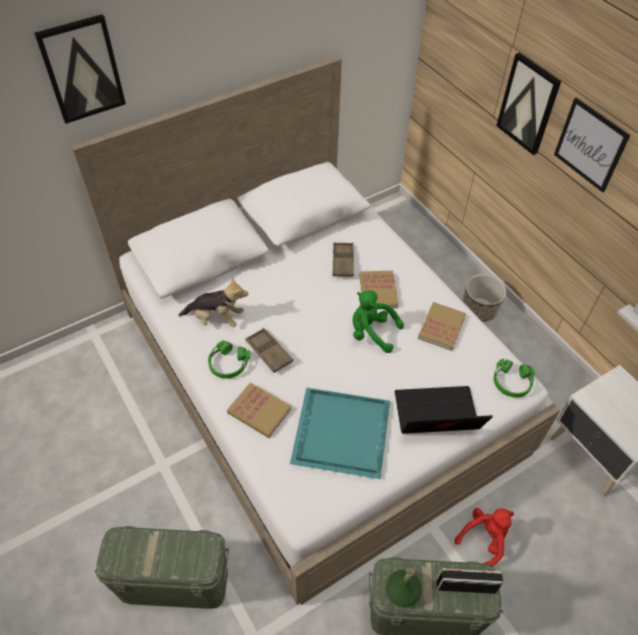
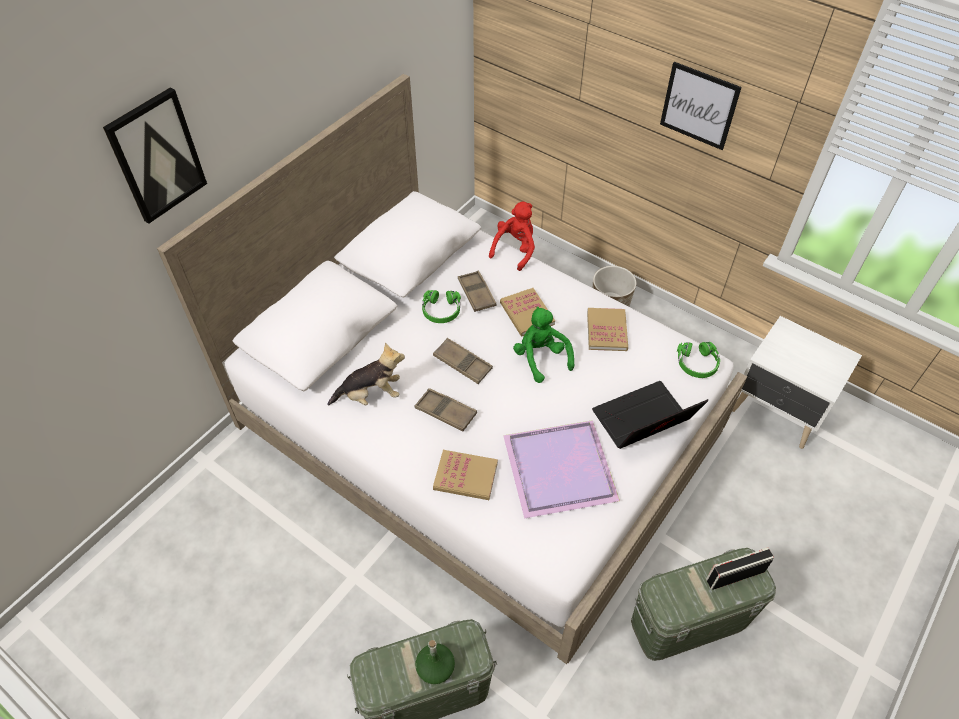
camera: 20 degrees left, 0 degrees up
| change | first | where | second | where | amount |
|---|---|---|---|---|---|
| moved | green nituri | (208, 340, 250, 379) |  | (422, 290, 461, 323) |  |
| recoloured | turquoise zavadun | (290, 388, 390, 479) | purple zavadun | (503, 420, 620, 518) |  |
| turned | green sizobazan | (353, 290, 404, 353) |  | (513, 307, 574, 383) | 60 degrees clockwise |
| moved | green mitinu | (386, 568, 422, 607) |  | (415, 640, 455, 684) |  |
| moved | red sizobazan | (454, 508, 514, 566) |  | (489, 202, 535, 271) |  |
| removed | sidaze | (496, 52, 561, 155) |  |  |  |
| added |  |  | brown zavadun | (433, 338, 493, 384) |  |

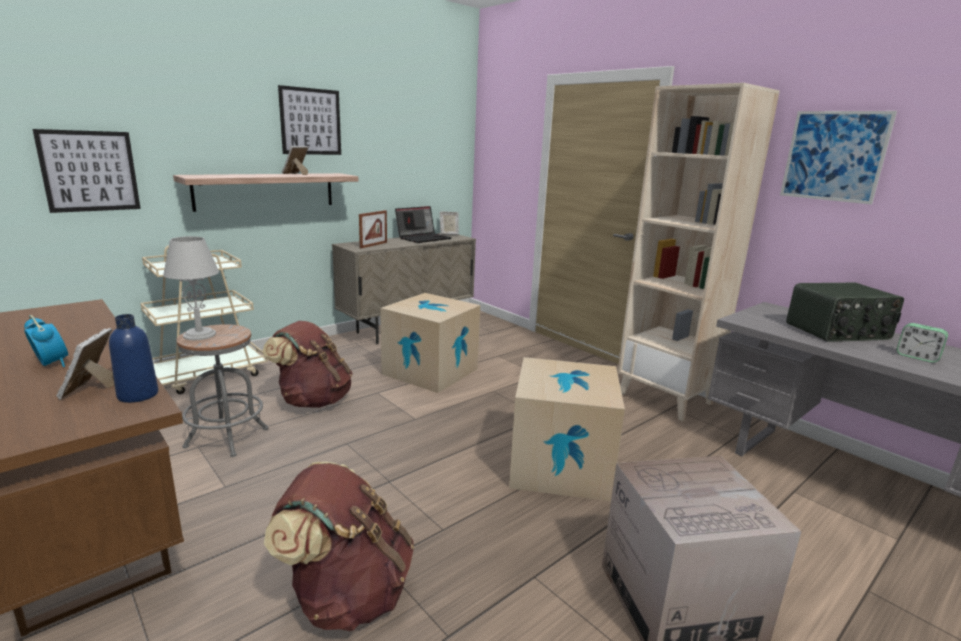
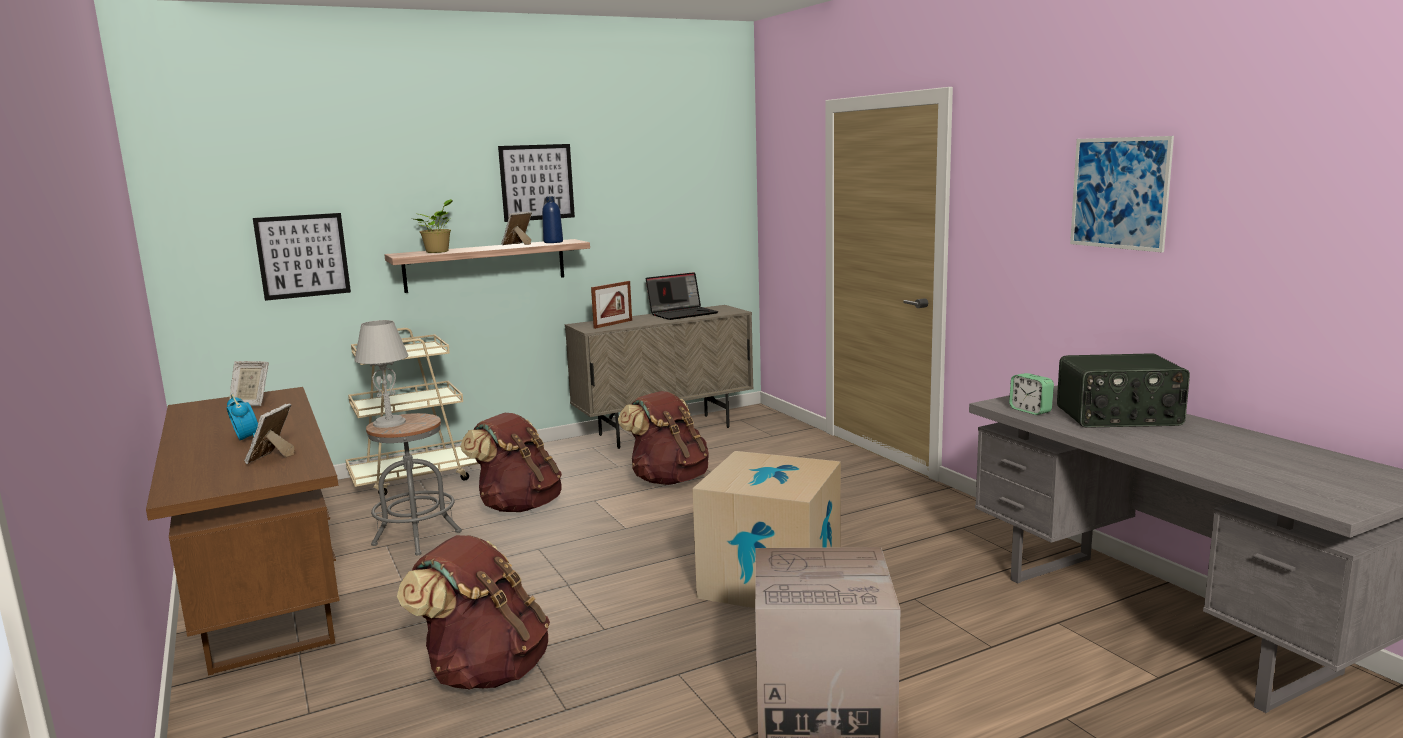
camera: 15 degrees right, 5 degrees down
| change | first | where | second | where | amount |
|---|---|---|---|---|---|
| moved | blue mitinu | (109, 314, 158, 403) |  | (542, 196, 563, 243) |  |
| replaced | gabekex | (380, 293, 480, 393) | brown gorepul | (618, 391, 709, 485) |  |
| moved | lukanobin | (440, 211, 459, 235) |  | (229, 361, 269, 406) |  |
| removed | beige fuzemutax | (618, 83, 780, 421) |  |  |  |
| moved | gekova | (897, 323, 948, 363) |  | (1009, 373, 1054, 415) |  |
| added |  |  | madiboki | (414, 199, 453, 253) |  |

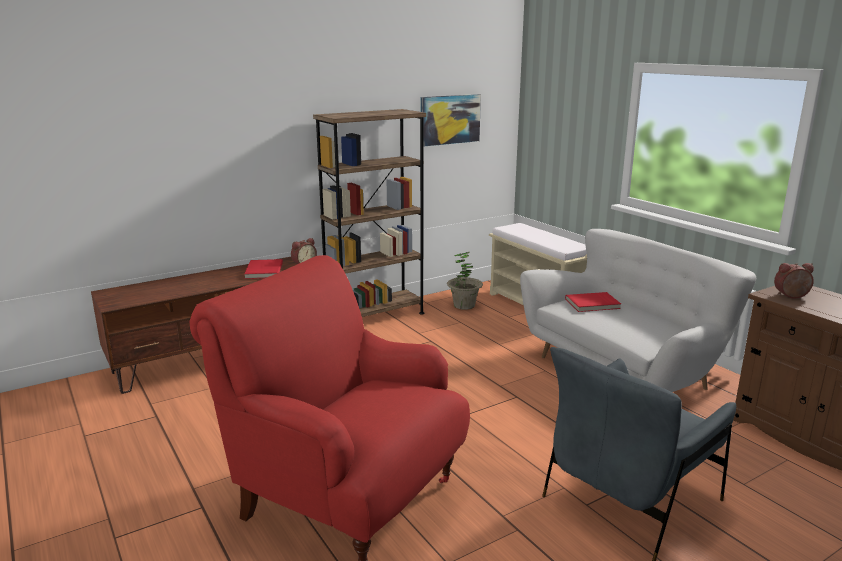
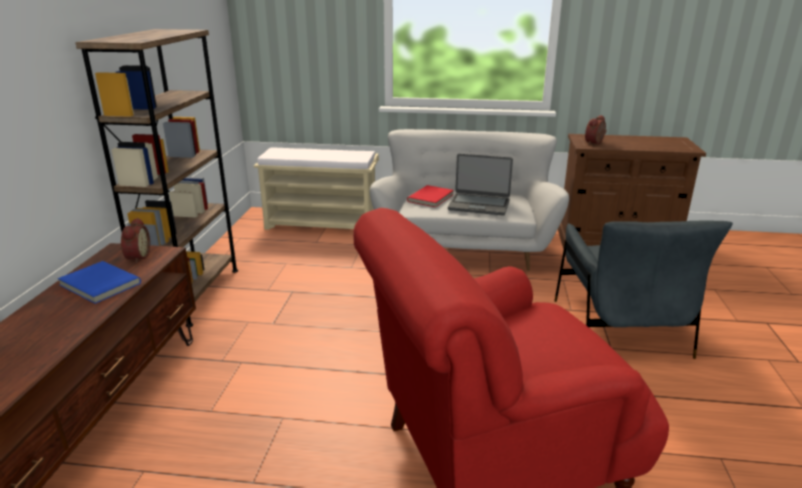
camera: 50 degrees left, 5 degrees up
| change | first | where | second | where | amount |
|---|---|---|---|---|---|
| recoloured | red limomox | (244, 259, 283, 279) | blue limomox | (58, 261, 141, 304) |  |
| removed | sidaze | (420, 94, 481, 146) |  |  |  |
| removed | madiboki | (447, 251, 483, 310) |  |  |  |
| added |  |  | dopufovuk | (448, 154, 513, 216) |  |

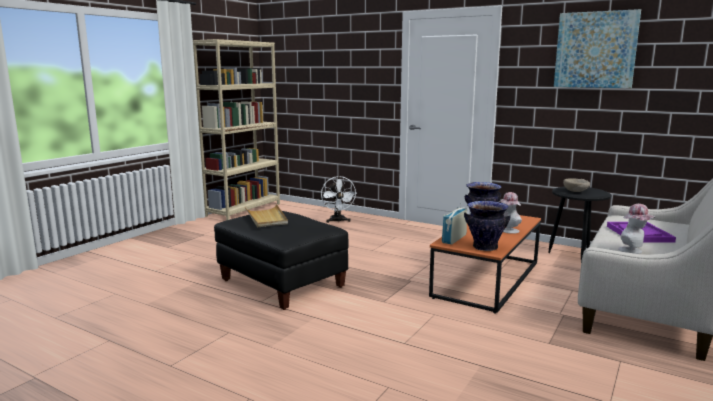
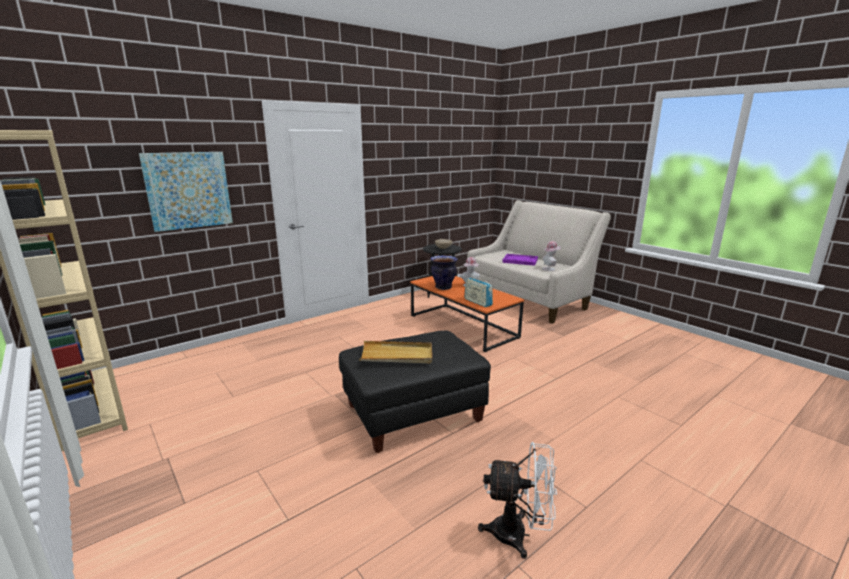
camera: 70 degrees left, 5 degrees up
| change | first | where | second | where | amount |
|---|---|---|---|---|---|
| moved | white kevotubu | (321, 176, 357, 223) |  | (478, 442, 557, 559) |  |
| removed | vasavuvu | (464, 201, 511, 251) |  |  |  |
| moved | sidaze | (554, 9, 641, 88) |  | (139, 152, 233, 232) |  |

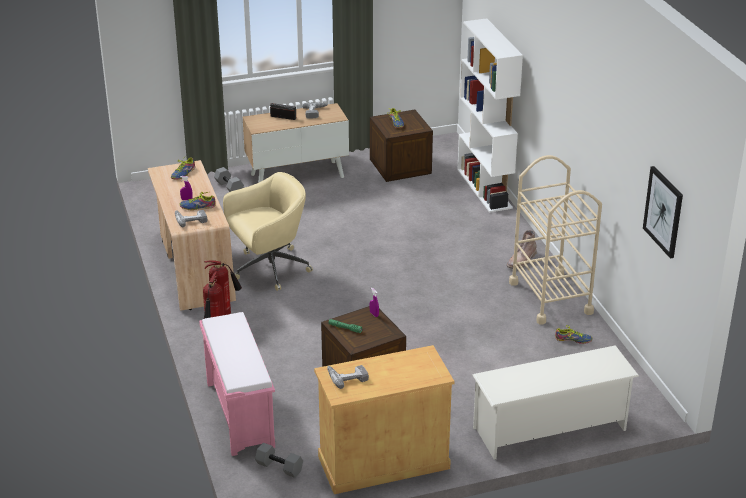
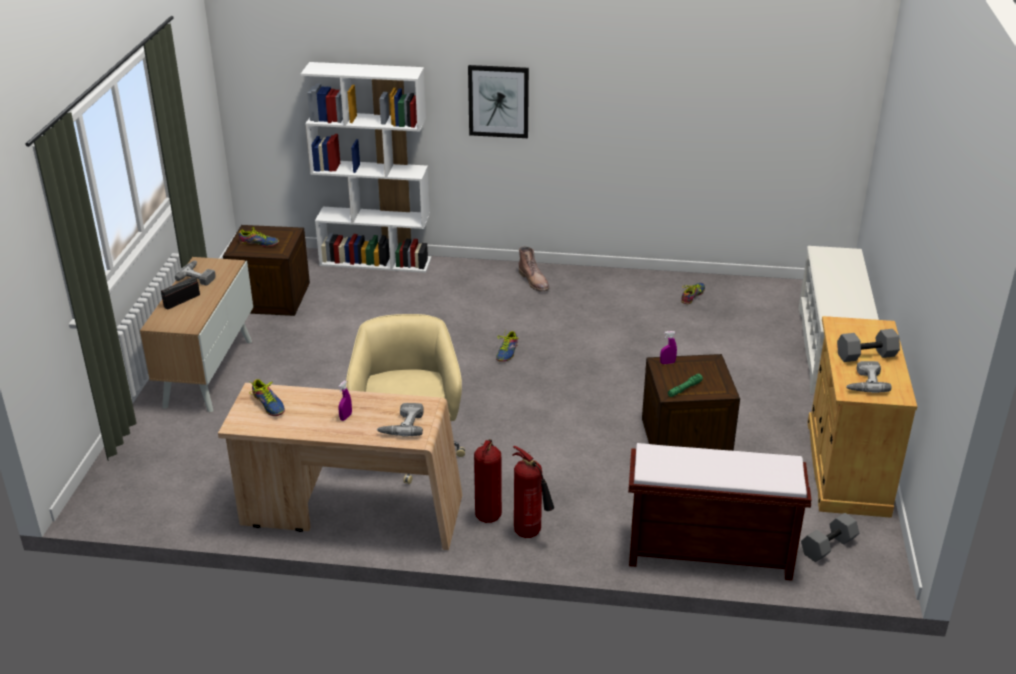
camera: 65 degrees left, 0 degrees up
| change | first | where | second | where | amount |
|---|---|---|---|---|---|
| moved | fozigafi | (179, 192, 215, 210) |  | (496, 329, 518, 362) |  |
| recoloured | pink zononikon | (199, 312, 275, 456) | brown zononikon | (628, 443, 811, 581) |  |
| moved | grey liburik | (214, 167, 244, 192) |  | (837, 329, 900, 362) |  |
| removed | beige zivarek | (509, 155, 602, 324) |  |  |  |
| moved | sidaze | (643, 166, 683, 259) |  | (468, 65, 529, 138) |  |

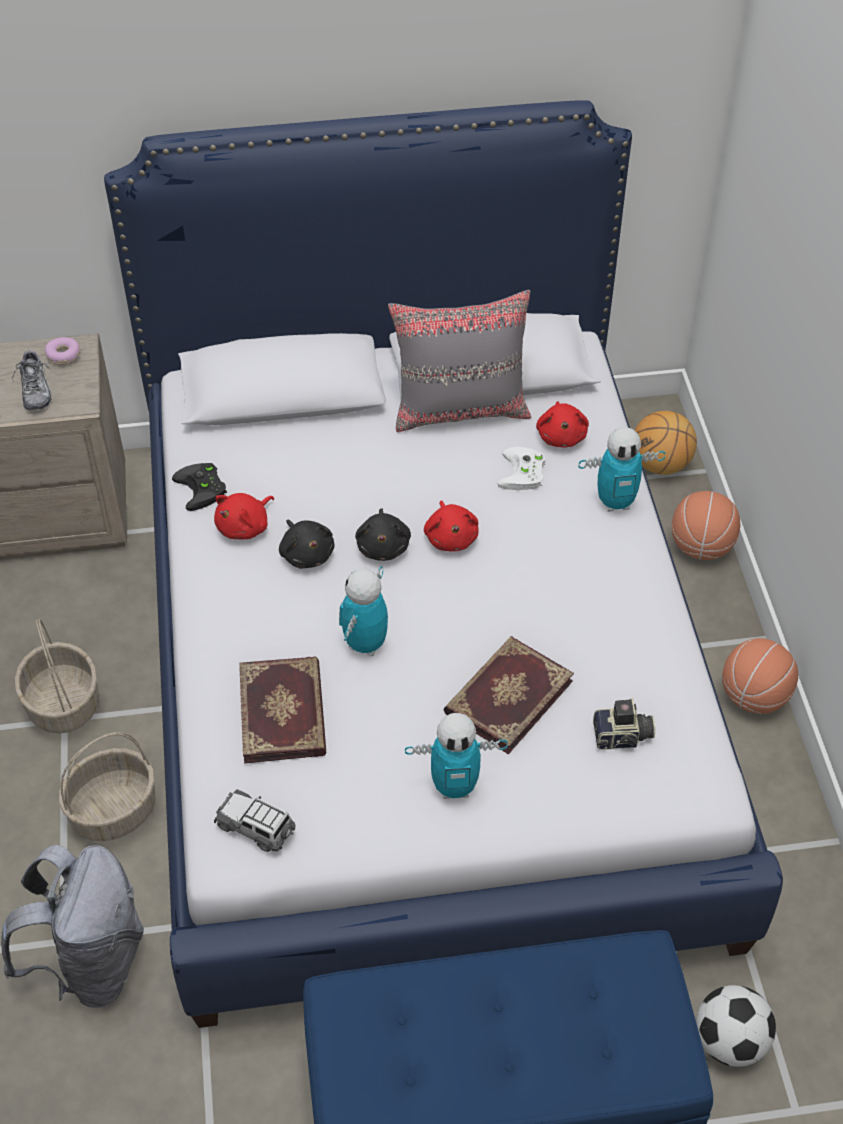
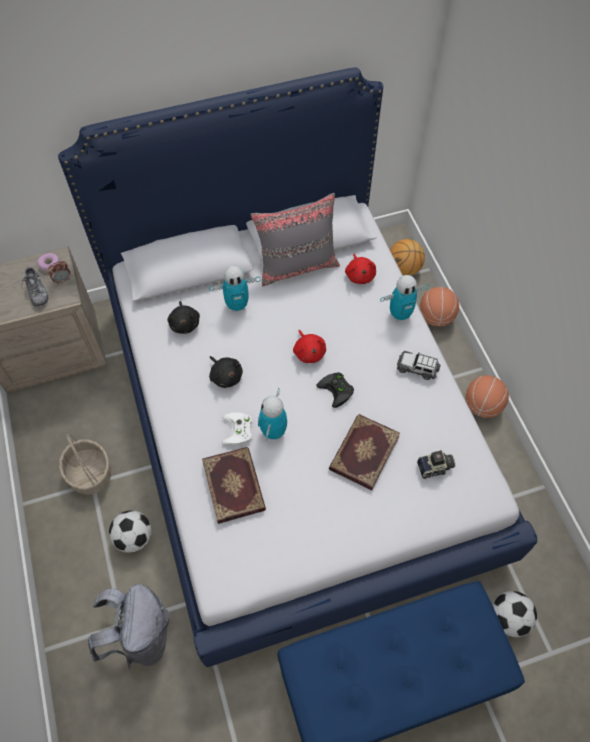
camera: 10 degrees left, 10 degrees up
| change | first | where | second | where | amount |
|---|---|---|---|---|---|
| replaced | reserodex | (59, 732, 156, 841) | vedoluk | (109, 510, 152, 553) |  |
| moved | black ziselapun | (172, 463, 227, 511) |  | (316, 372, 354, 408) |  |
| removed | red sizobazan | (214, 493, 274, 539) |  |  |  |
| moved | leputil | (214, 789, 296, 852) |  | (397, 351, 441, 380) |  |
| moved | black sizobazan | (355, 508, 411, 561) |  | (168, 301, 200, 334) |  |
| moved | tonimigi | (405, 713, 508, 799) |  | (209, 266, 261, 312) |  |
| moved | white ziselapun | (497, 447, 546, 490) |  | (222, 412, 252, 446) |  |
| added |  |  | gekova | (48, 261, 70, 283) |  |

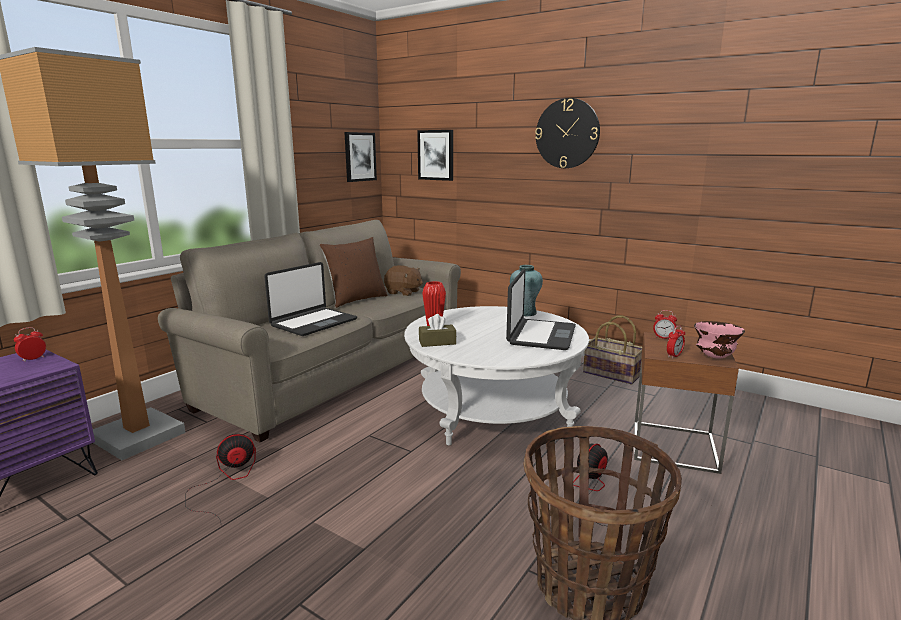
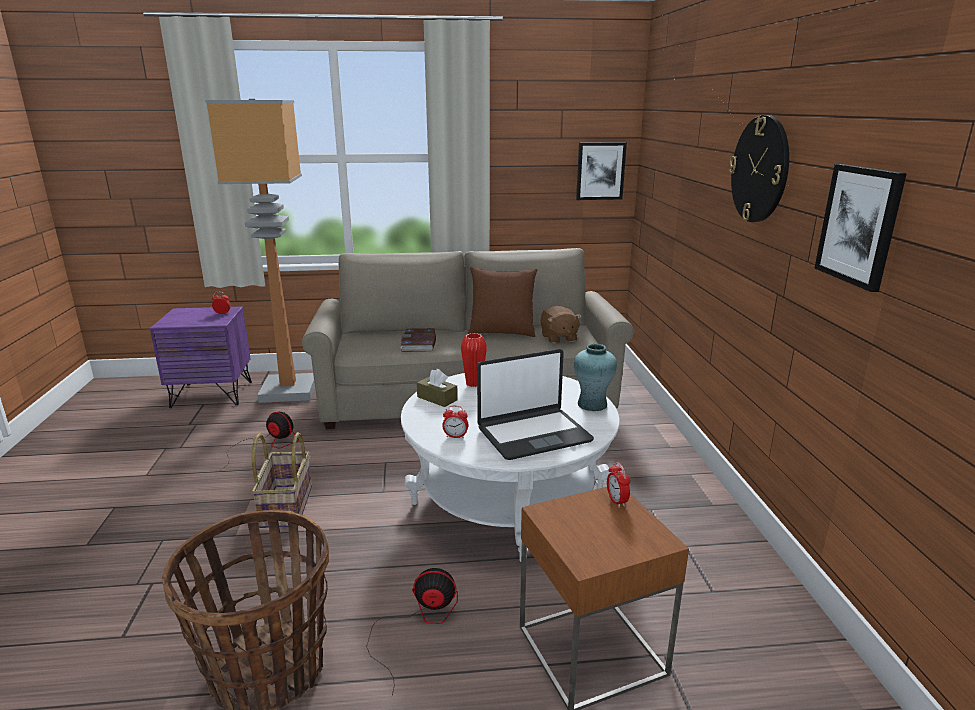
camera: 50 degrees right, 5 degrees up
| change | first | where | second | where | amount |
|---|---|---|---|---|---|
| replaced | dopufovuk | (264, 262, 357, 336) | limomox | (400, 328, 436, 352) |  |
| moved | sidaze | (417, 130, 453, 181) |  | (815, 164, 907, 292) |  |
| moved | reserodex | (583, 315, 642, 384) |  | (252, 432, 312, 528) |  |
| moved | gekova | (667, 325, 685, 359) |  | (442, 406, 468, 438) |  |
| removed | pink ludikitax | (694, 321, 745, 359) |  |  |  |

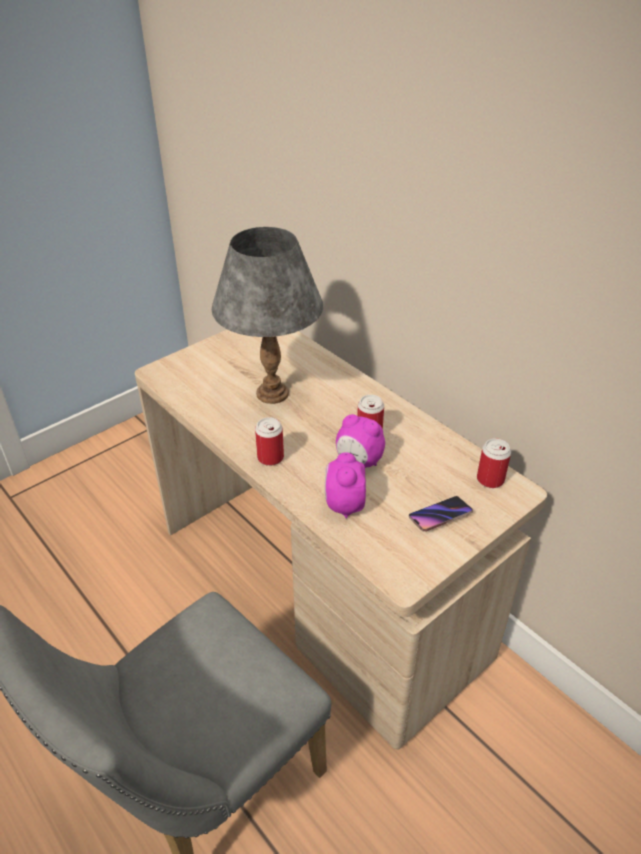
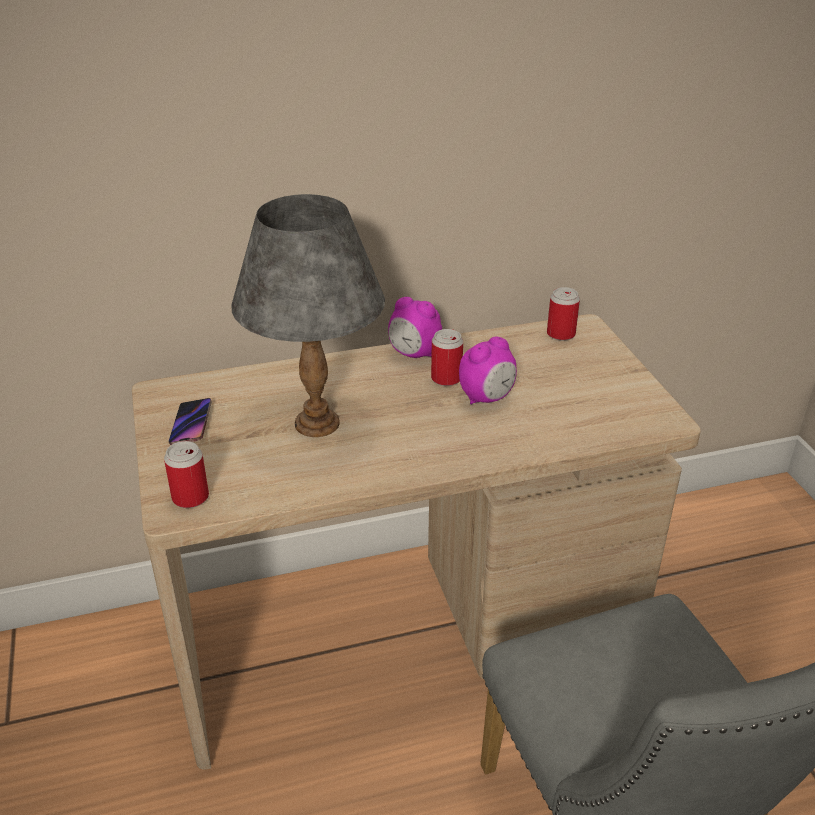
camera: 65 degrees left, 5 degrees down
| change | first | where | second | where | amount |
|---|---|---|---|---|---|
| moved | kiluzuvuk | (255, 417, 284, 466) |  | (164, 441, 209, 508) |  |
| moved | gekova | (325, 452, 366, 518) |  | (388, 297, 442, 358) |  |
| moved | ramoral | (409, 496, 473, 532) |  | (168, 398, 212, 445) |  |

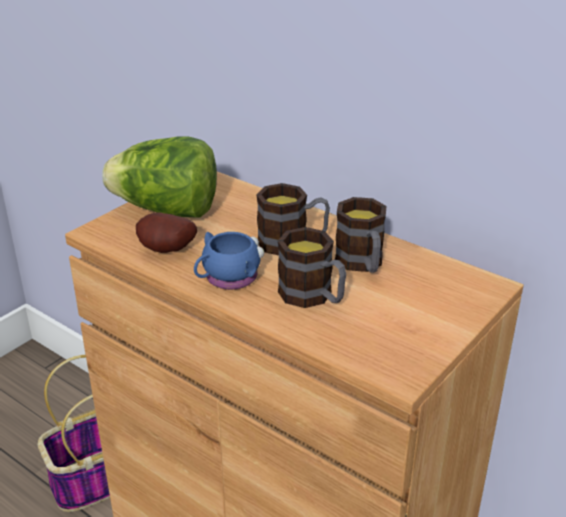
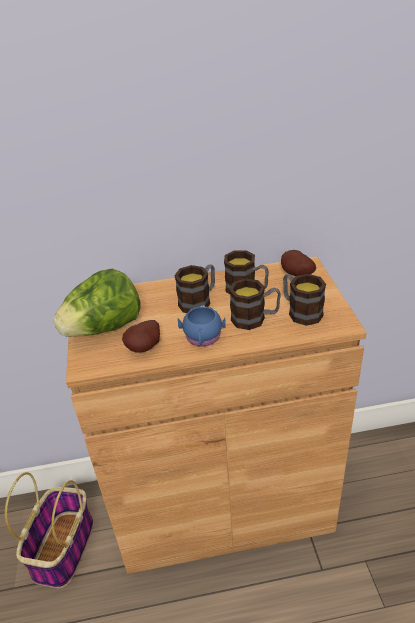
camera: 45 degrees left, 5 degrees up
| change | first | where | second | where | amount |
|---|---|---|---|---|---|
| added |  |  | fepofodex | (281, 250, 316, 276) |  |
| added |  |  | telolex | (283, 274, 326, 326) |  |

